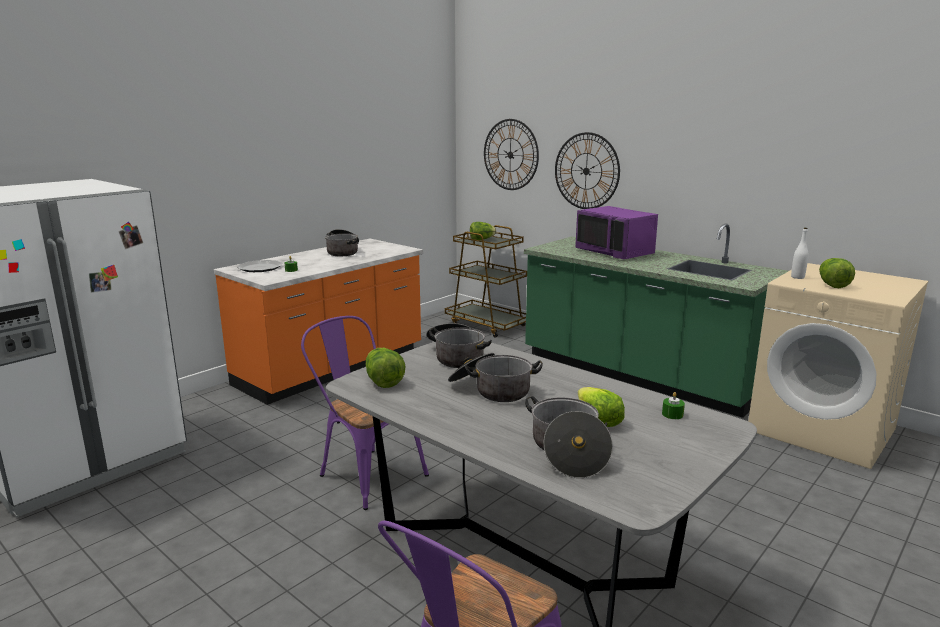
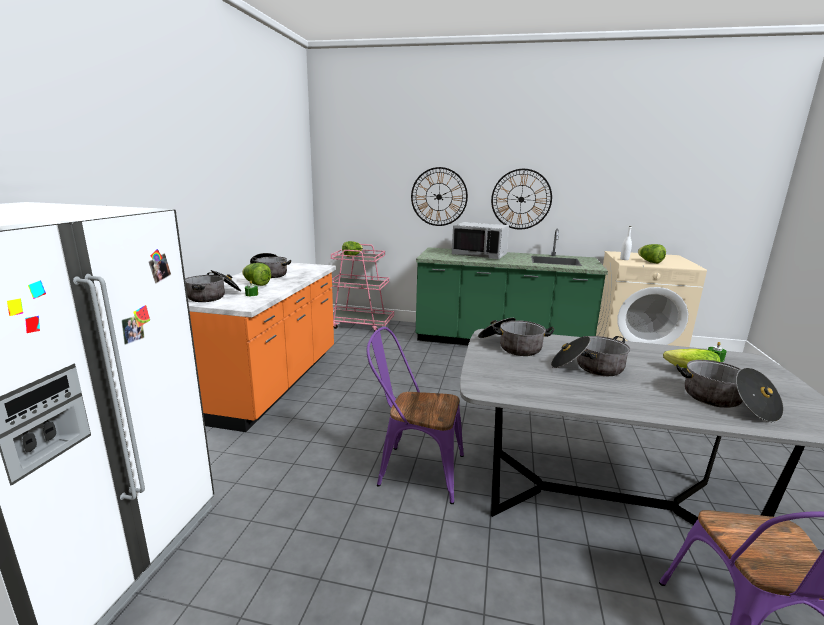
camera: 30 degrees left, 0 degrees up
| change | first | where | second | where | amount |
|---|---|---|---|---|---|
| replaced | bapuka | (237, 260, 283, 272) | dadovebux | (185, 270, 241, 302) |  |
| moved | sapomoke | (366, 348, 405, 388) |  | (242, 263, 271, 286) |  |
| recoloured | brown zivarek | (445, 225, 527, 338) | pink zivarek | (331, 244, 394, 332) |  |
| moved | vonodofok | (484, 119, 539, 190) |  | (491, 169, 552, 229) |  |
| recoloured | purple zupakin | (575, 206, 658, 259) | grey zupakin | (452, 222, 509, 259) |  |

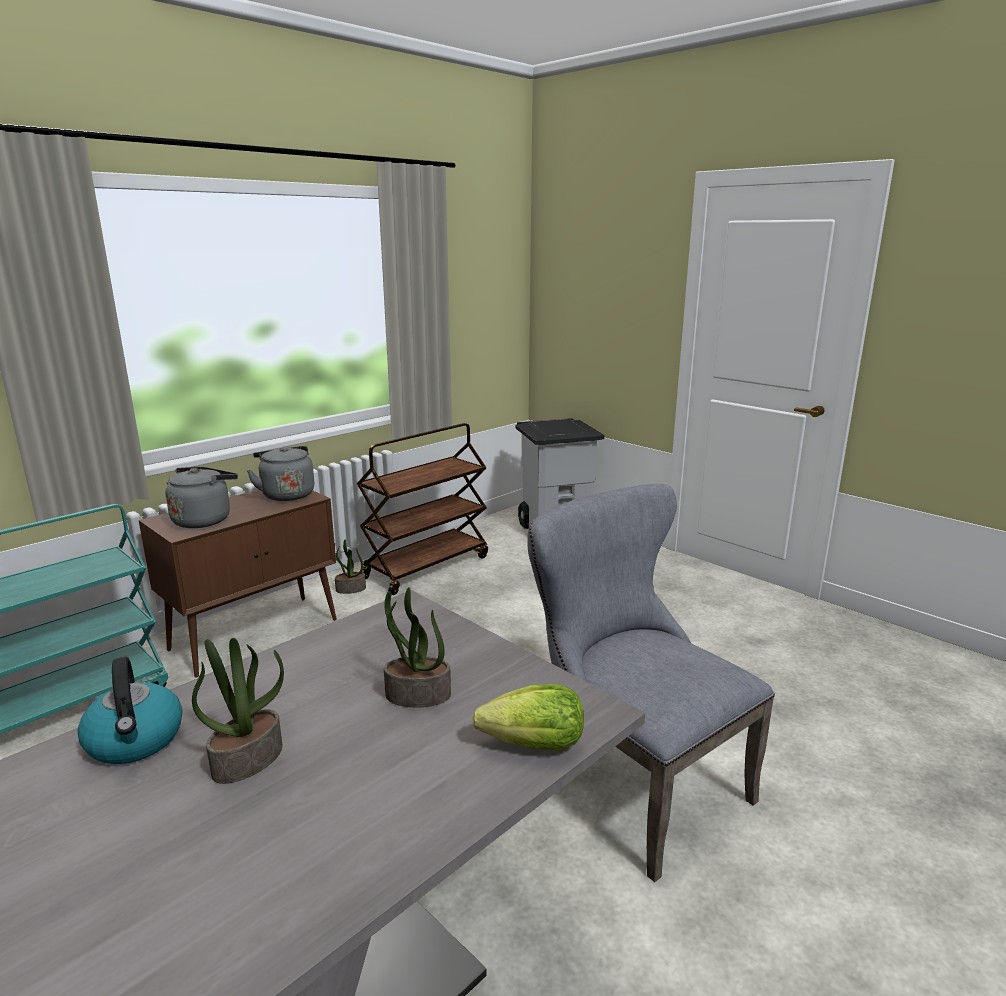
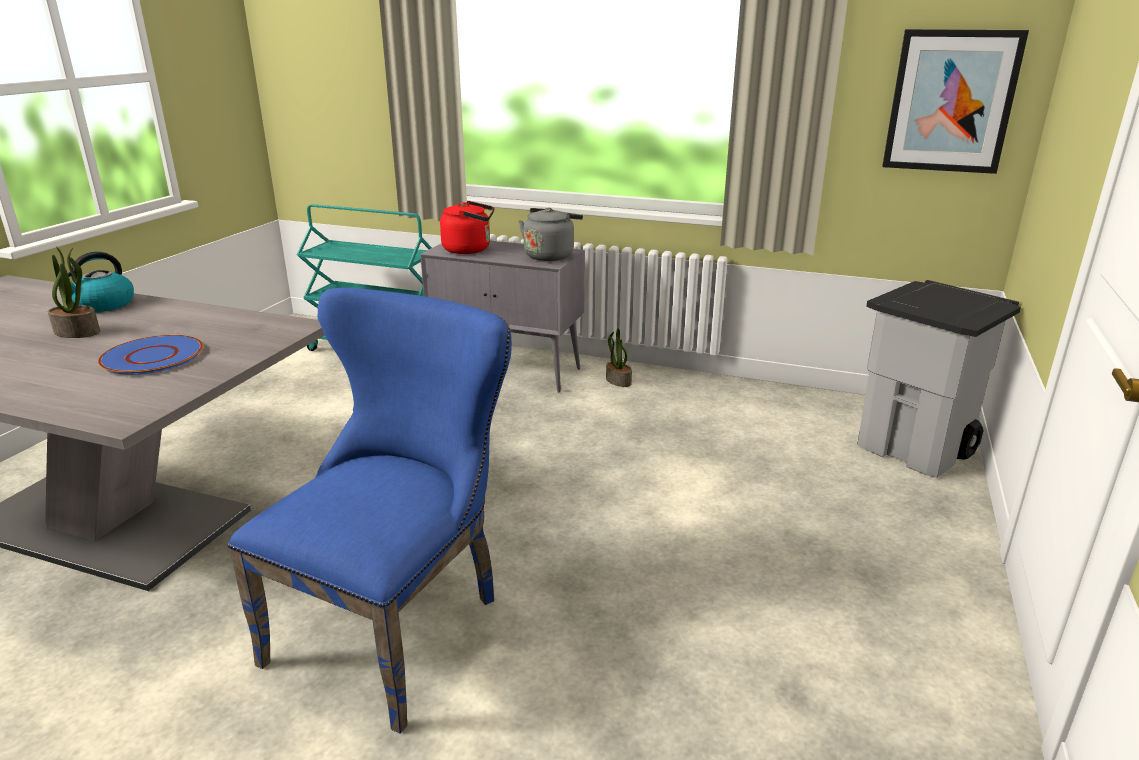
camera: 65 degrees right, 5 degrees up
| change | first | where | second | where | amount |
|---|---|---|---|---|---|
| recoloured | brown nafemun | (139, 490, 337, 678) | grey nafemun | (420, 241, 585, 393) |  |
| recoloured | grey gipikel | (165, 467, 238, 528) | red gipikel | (440, 201, 494, 254) |  |
| removed | brown zivarek | (357, 423, 488, 595) |  |  |  |
| replaced | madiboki | (384, 587, 451, 707) | blue bapuka | (98, 335, 203, 375) |  |
| removed | sapomoke | (473, 684, 584, 751) |  |  |  |
| recoloured | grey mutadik | (527, 484, 775, 882) | blue mutadik | (228, 288, 512, 734) |  |
| added |  |  | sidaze | (882, 29, 1029, 174) |  |

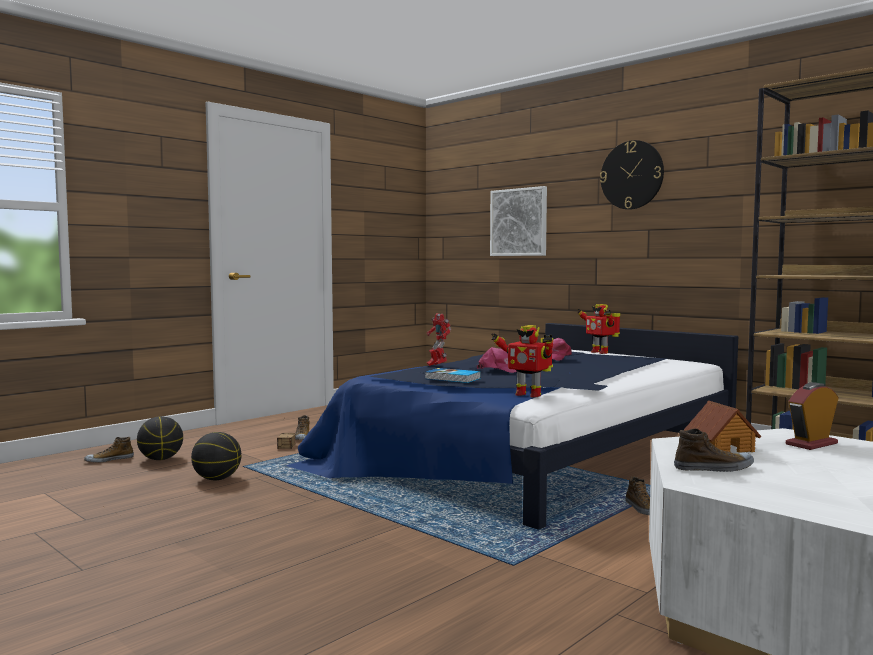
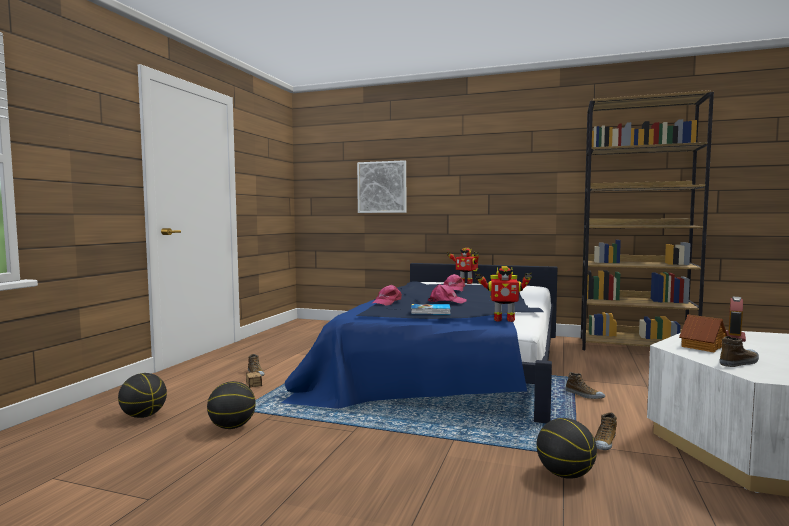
camera: 25 degrees left, 0 degrees up
| change | first | where | second | where | amount |
|---|---|---|---|---|---|
| moved | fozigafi | (84, 437, 134, 463) |  | (594, 412, 617, 450) |  |
| replaced | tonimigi | (427, 313, 451, 366) | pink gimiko | (373, 285, 402, 306) |  |
| removed | vonodofok | (600, 140, 664, 210) |  |  |  |
| added |  |  | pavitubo | (537, 418, 597, 479) |  |

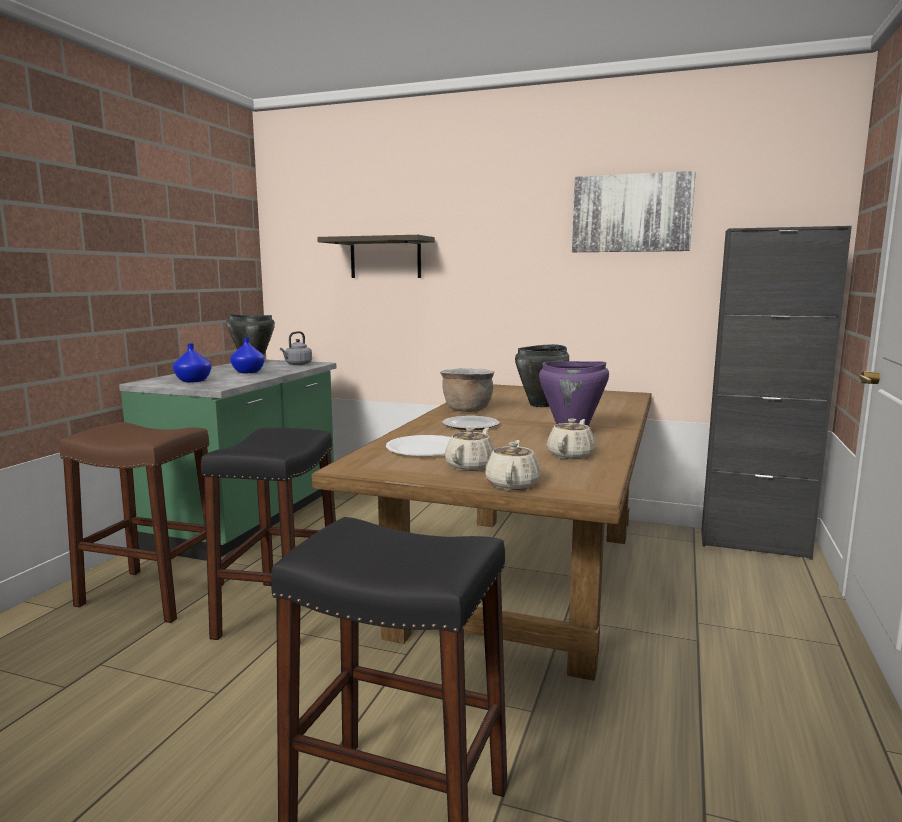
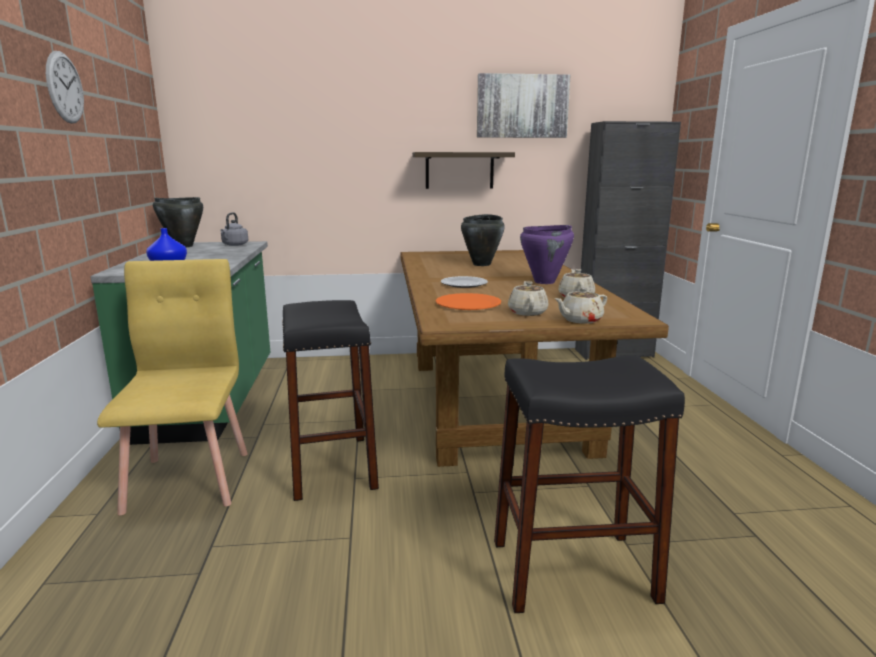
camera: 25 degrees left, 5 degrees up
| change | first | where | second | where | amount |
|---|---|---|---|---|---|
| replaced | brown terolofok | (59, 422, 224, 623) | yellow mutadik | (97, 259, 248, 516) |  |
| removed | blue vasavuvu | (230, 338, 265, 373) |  |  |  |
| moved | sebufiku | (317, 235, 435, 278) |  | (412, 152, 515, 189) |  |
| recoloured | white bapuka | (386, 435, 451, 456) | orange bapuka | (435, 293, 501, 310) |  |
| removed | brown dadovebux | (440, 368, 495, 412) |  |  |  |
| turned | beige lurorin | (485, 440, 541, 490) |  | (555, 287, 607, 324) | 105 degrees counterclockwise |
| added |  |  | vonodofok | (46, 51, 84, 124) |  |

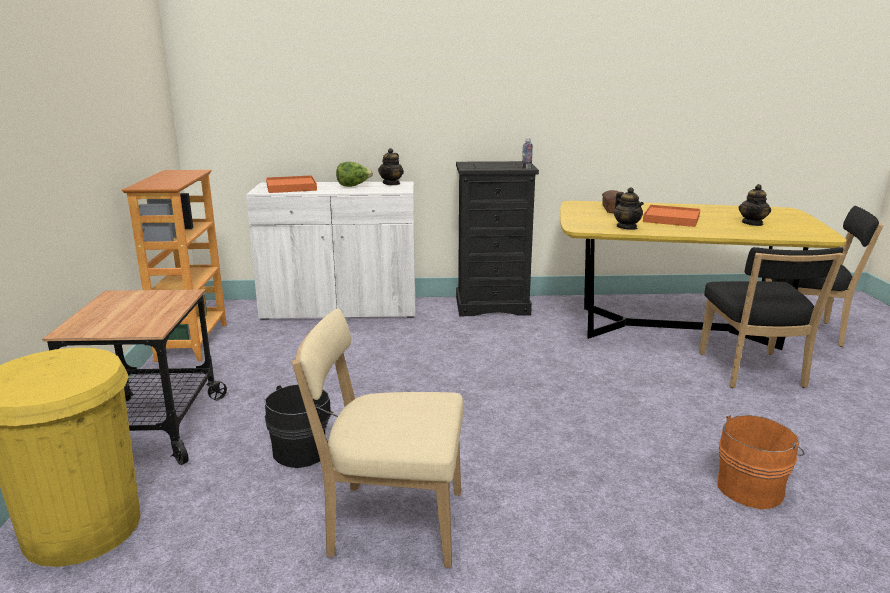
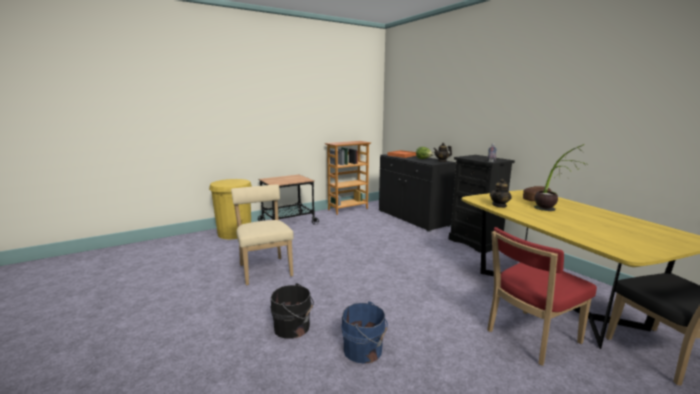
camera: 60 degrees right, 5 degrees down
| change | first | where | second | where | amount |
|---|---|---|---|---|---|
| recoloured | white nafemun | (246, 181, 415, 320) | black nafemun | (379, 154, 456, 232) |  |
| moved | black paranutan | (265, 384, 338, 468) |  | (270, 283, 314, 339) |  |
| replaced | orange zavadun | (643, 205, 700, 227) | madiboki | (534, 144, 589, 211) |  |
| recoloured | black mutadik | (699, 247, 844, 388) | red mutadik | (487, 227, 597, 366) |  |
| recoloured | orange paranutan | (717, 415, 805, 509) | blue paranutan | (341, 301, 388, 364) |  |
| removed | lurorin | (739, 184, 771, 226) |  |  |  |

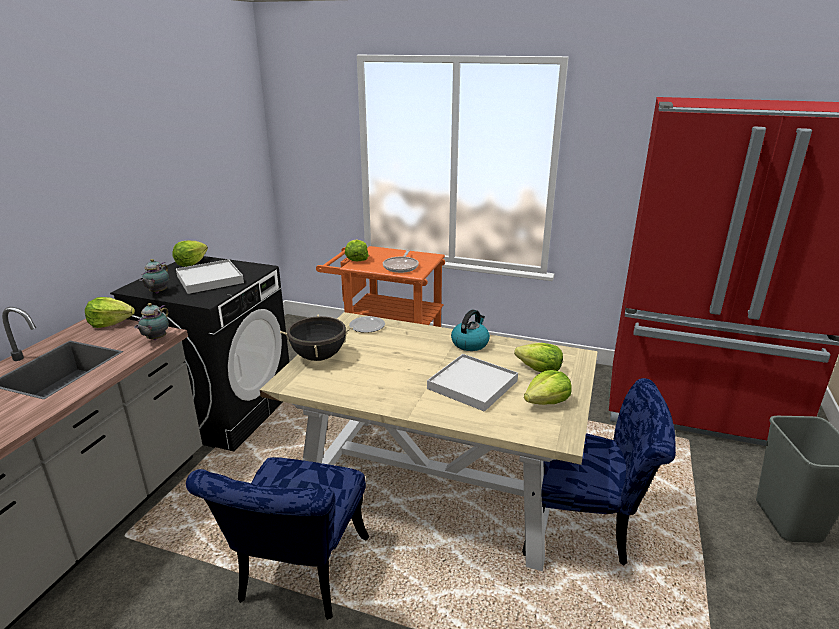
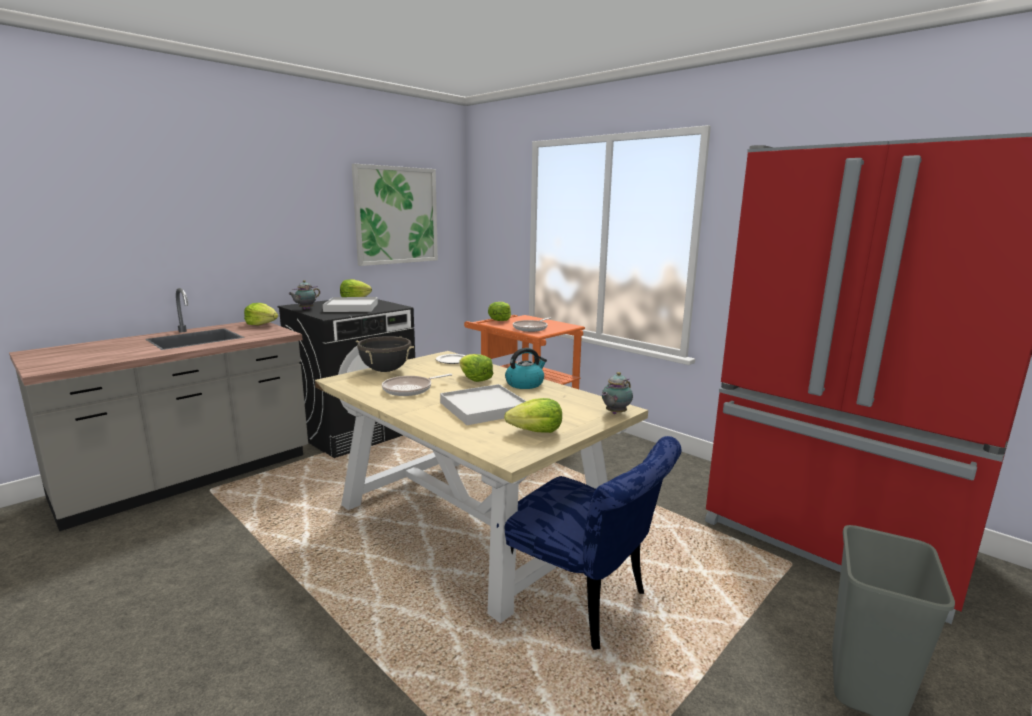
camera: 25 degrees right, 10 degrees down
| change | first | where | second | where | amount |
|---|---|---|---|---|---|
| moved | lurorin | (134, 303, 169, 340) |  | (602, 372, 633, 414) |  |
| removed | blue mutadik | (186, 457, 369, 620) |  |  |  |
| moved | sapomoke | (514, 343, 563, 372) |  | (460, 354, 493, 382) |  |
| added |  |  | sidaze | (352, 164, 438, 266) |  |
| added |  |  | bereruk | (382, 374, 452, 396) |  |

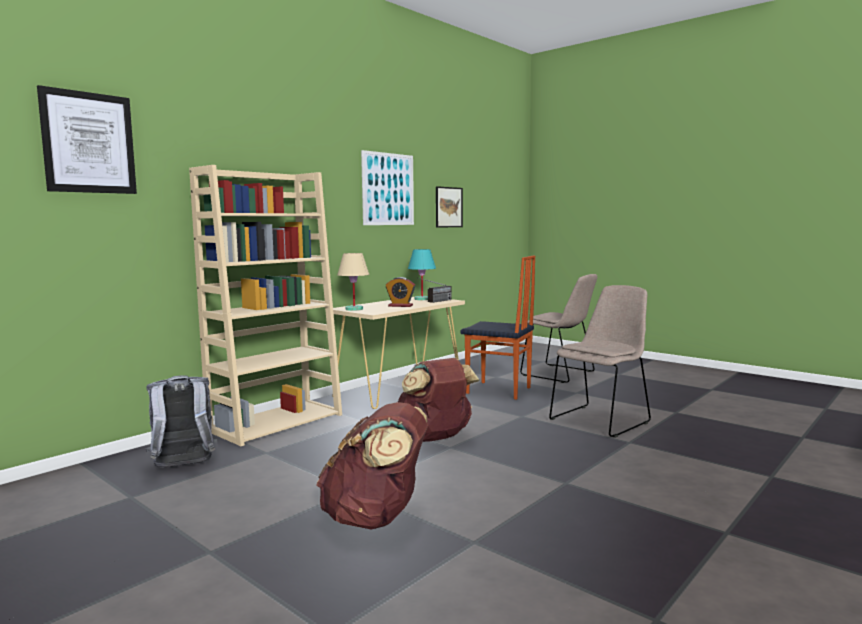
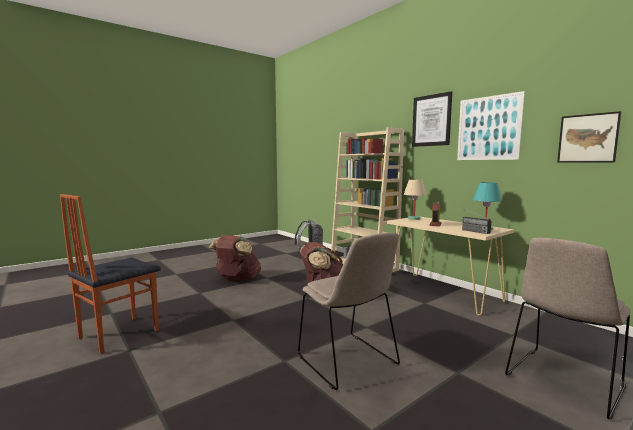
camera: 100 degrees right, 0 degrees up
| change | first | where | second | where | amount |
|---|---|---|---|---|---|
| moved | sidaze | (37, 85, 137, 194) |  | (412, 91, 452, 147) |  |
| moved | mutadik | (461, 256, 535, 400) |  | (60, 194, 161, 354) |  |

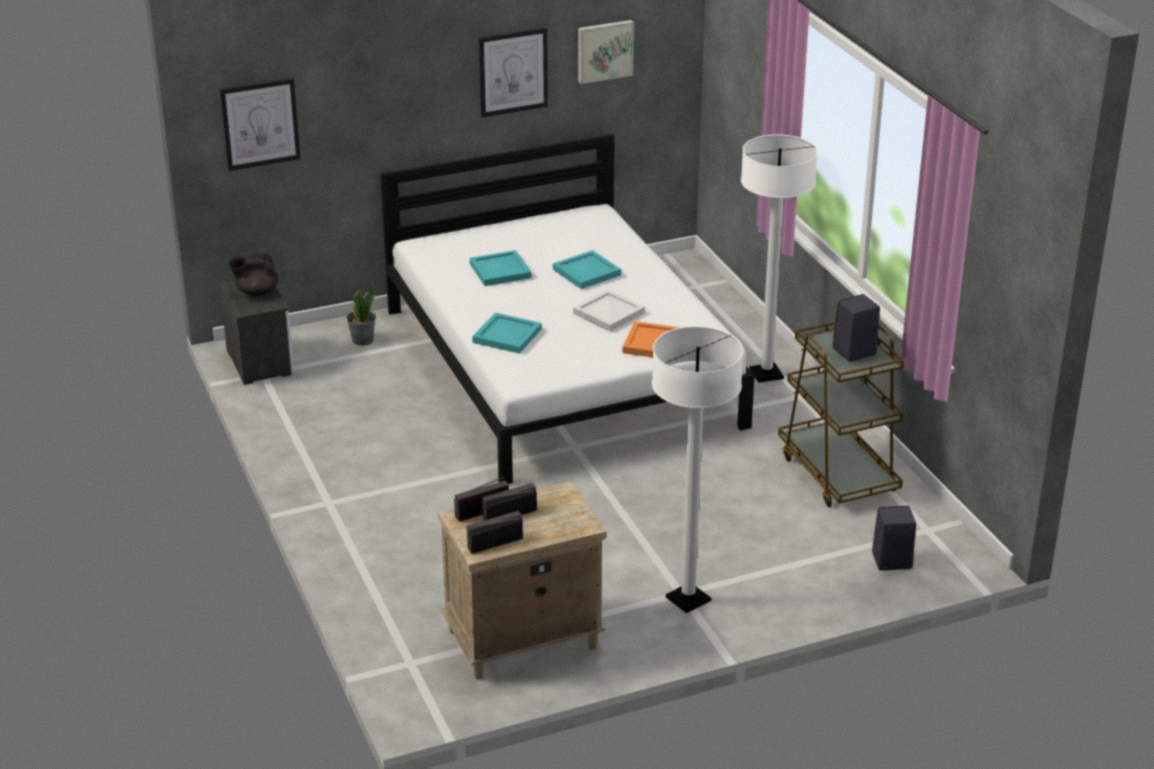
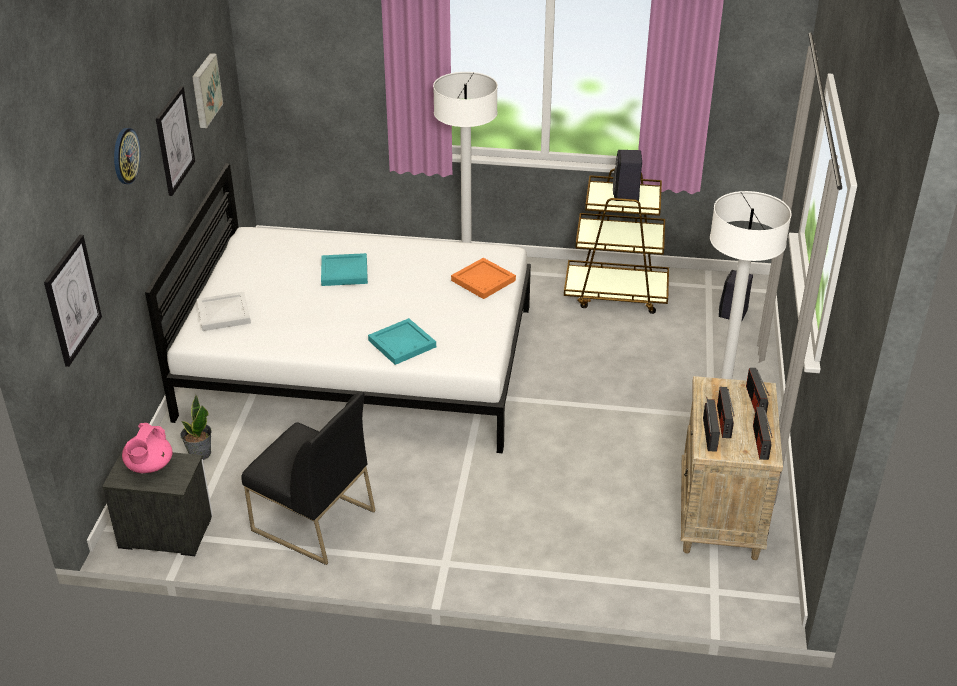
camera: 60 degrees left, 5 degrees up
| change | first | where | second | where | amount |
|---|---|---|---|---|---|
| recoloured | black lurorin | (228, 253, 278, 296) | pink lurorin | (122, 423, 172, 473) |  |
| removed | turquoise zavadun | (470, 250, 531, 286) |  |  |  |
| moved | white zavadun | (573, 290, 645, 331) |  | (197, 292, 251, 331) |  |
| added |  |  | vonodofok | (114, 128, 140, 184) |  |
| added |  |  | black mutadik | (241, 392, 375, 565) |  |
| added |  |  | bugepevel | (746, 368, 769, 414) |  |

